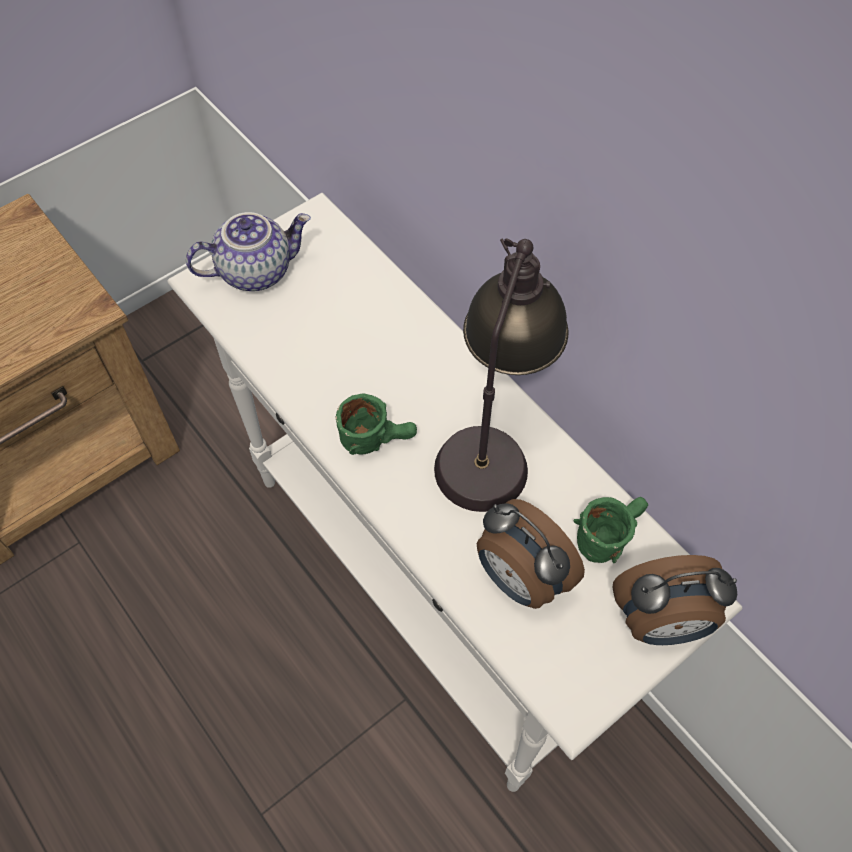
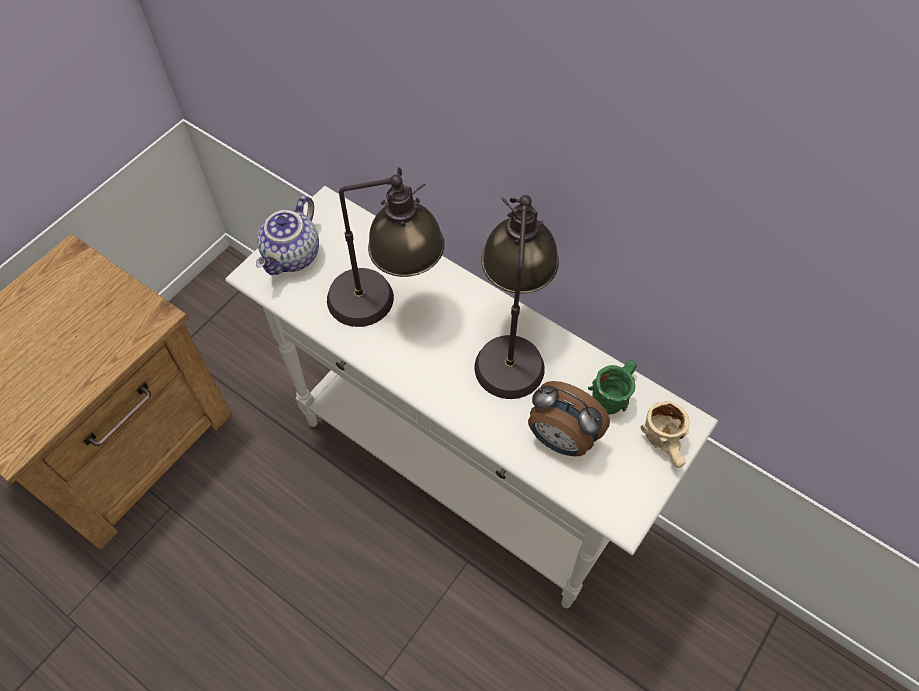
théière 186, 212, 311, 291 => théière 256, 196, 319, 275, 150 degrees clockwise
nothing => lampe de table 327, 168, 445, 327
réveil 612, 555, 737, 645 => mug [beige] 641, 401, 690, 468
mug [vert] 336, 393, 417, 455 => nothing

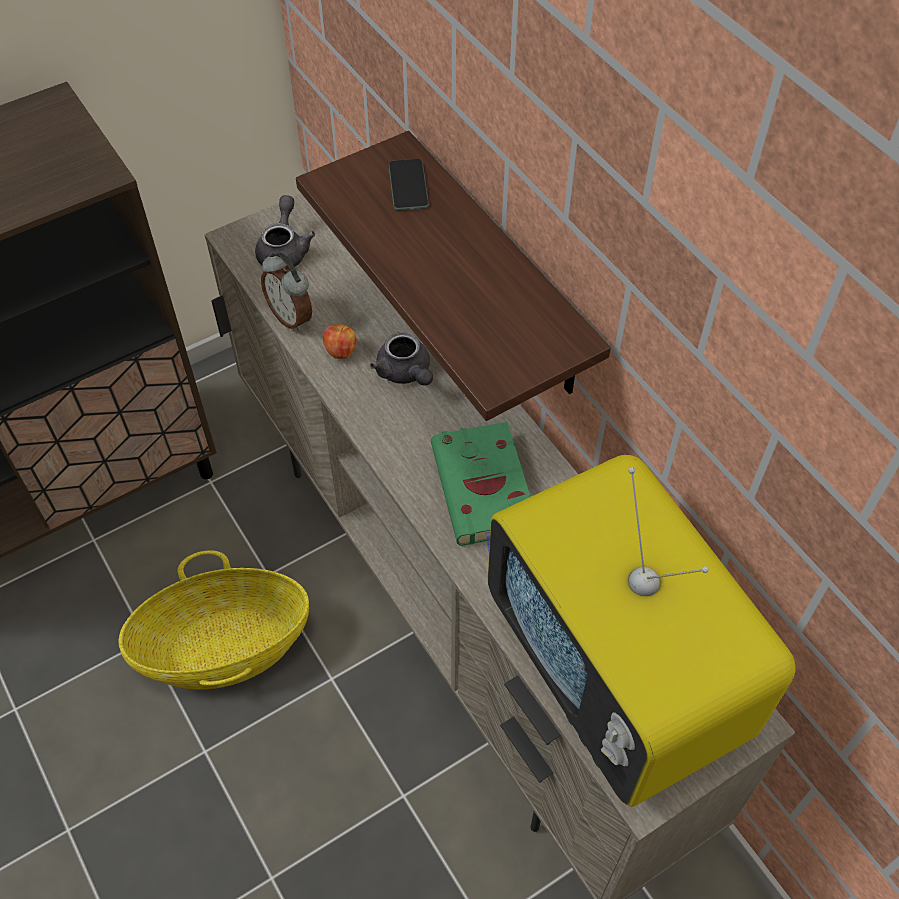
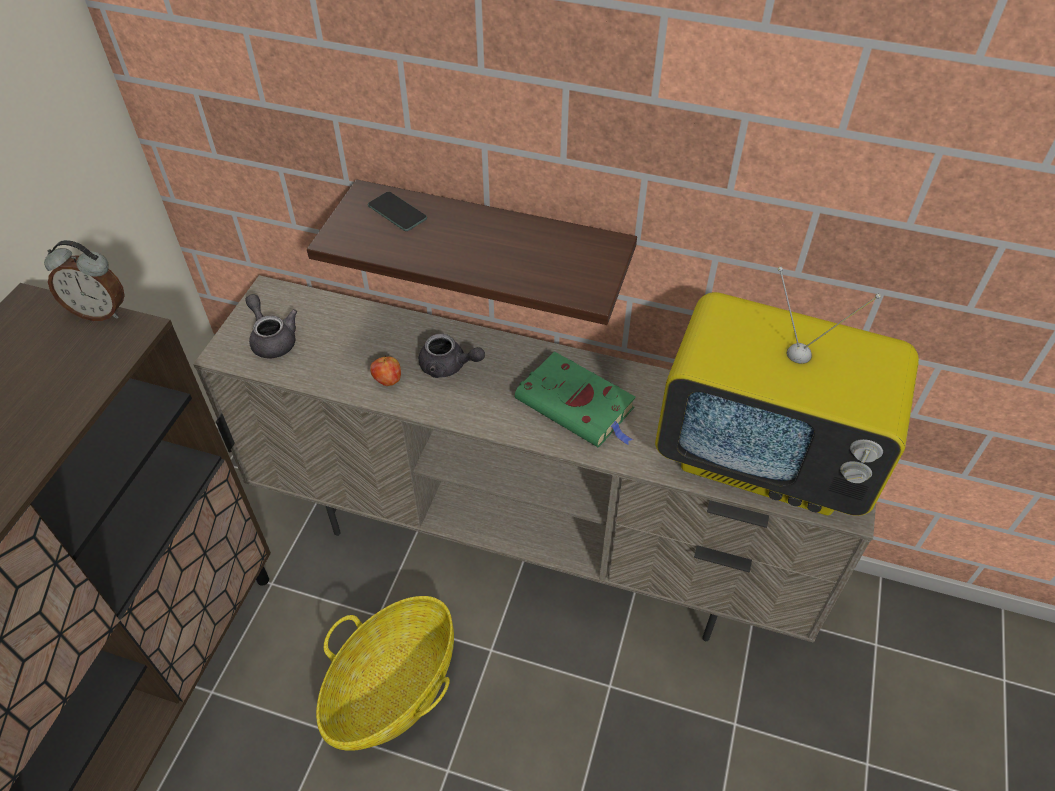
réveil 261, 252, 312, 331 => réveil 44, 240, 125, 321, shifted

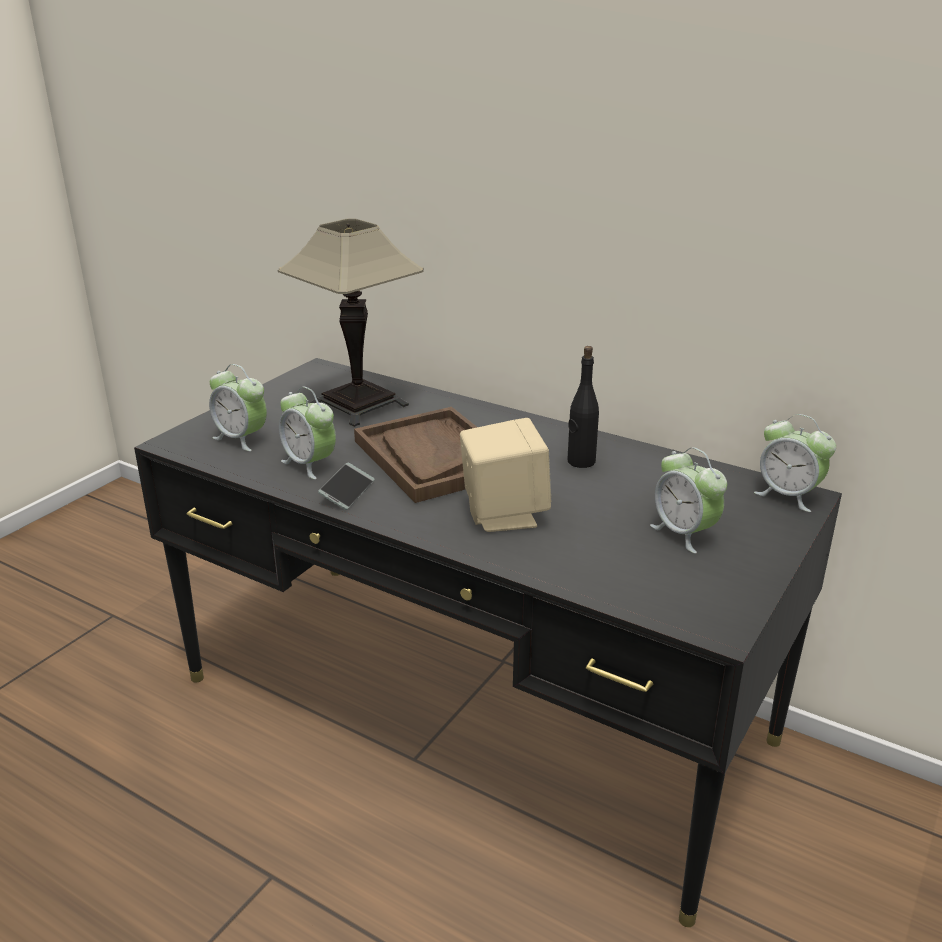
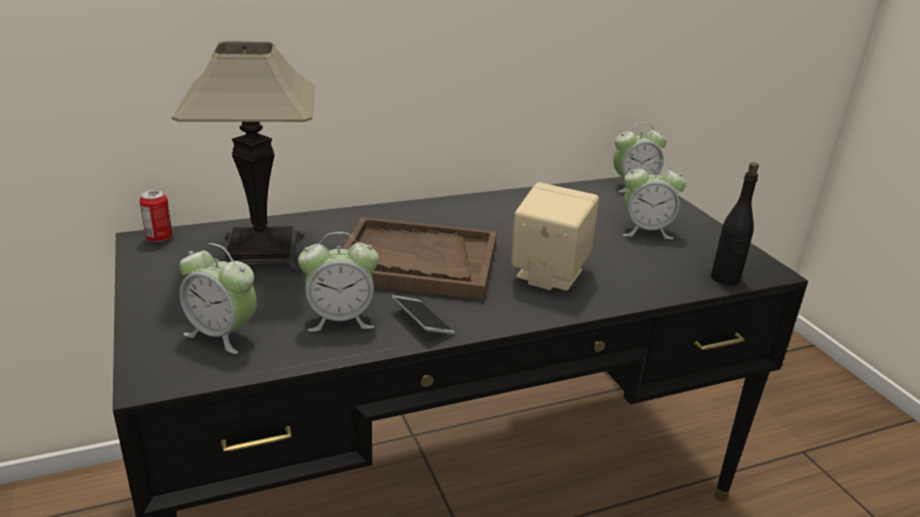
nothing => boîte métallique 139, 190, 173, 242
réveil 209, 364, 267, 451 => réveil 179, 243, 257, 354, 45 degrees clockwise
bouteille [noir] 567, 346, 599, 468 => bouteille [noir] 711, 162, 759, 285, shifted

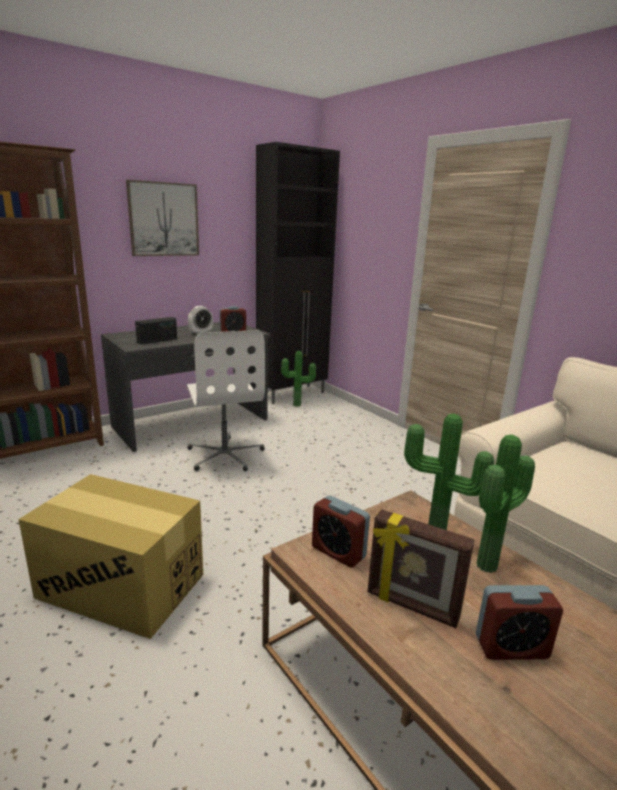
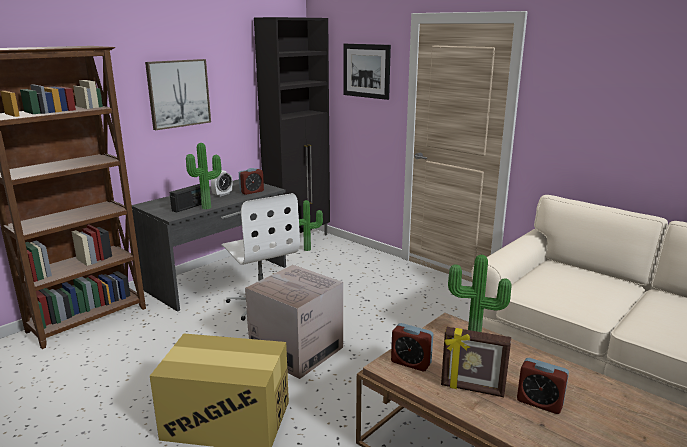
plante en pot 476, 435, 535, 573 => plante en pot 186, 143, 222, 209, shifted
nothing => carton 245, 265, 343, 379
nothing => tableau 343, 44, 391, 100
réveil 476, 585, 563, 660 => réveil 517, 358, 569, 414, 45 degrees clockwise

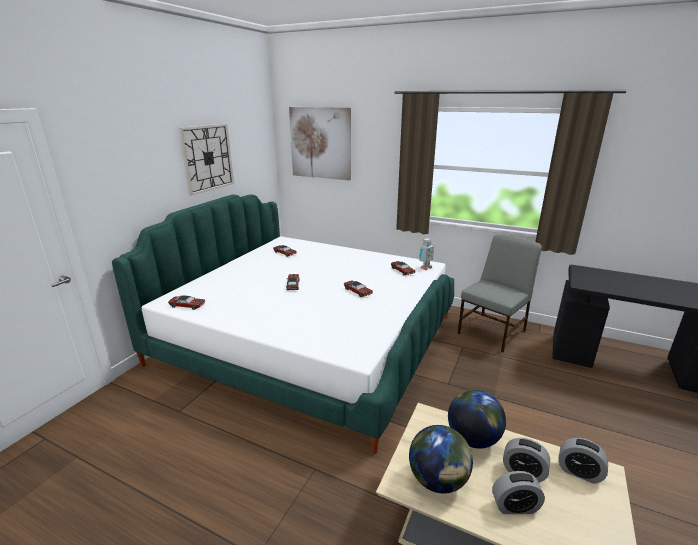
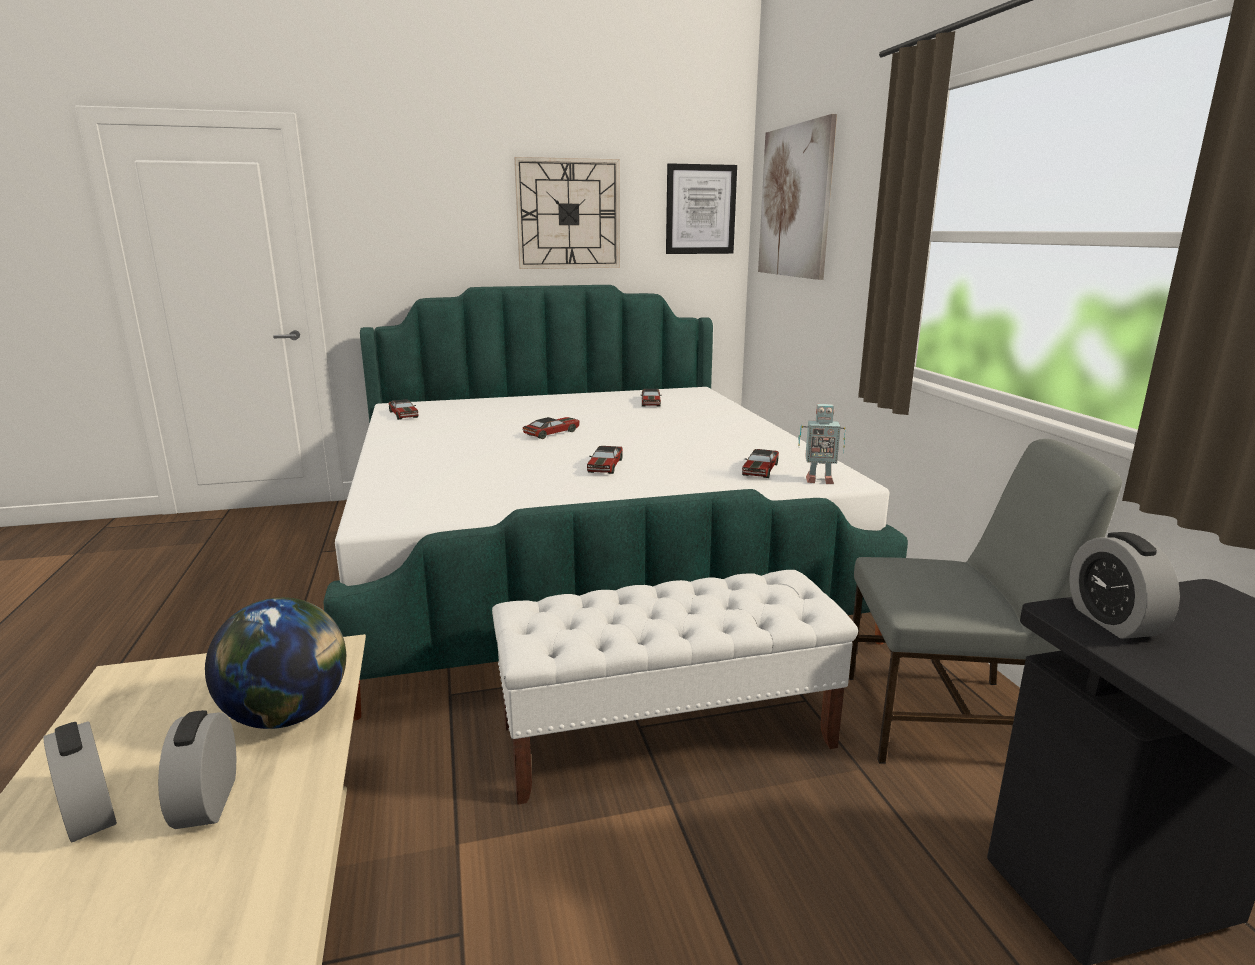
nothing => banc [blanc] 492, 570, 858, 804
nothing => tableau 666, 163, 737, 254
réveil 558, 438, 608, 484 => réveil 1069, 532, 1180, 639, shifted
globe 409, 425, 473, 494 => nothing

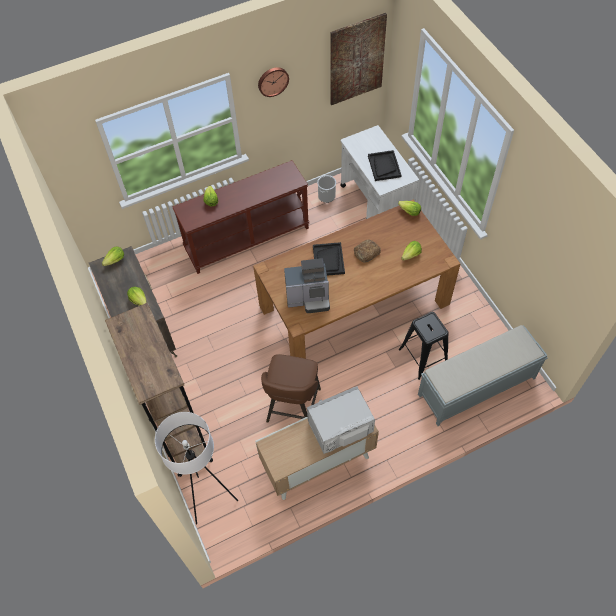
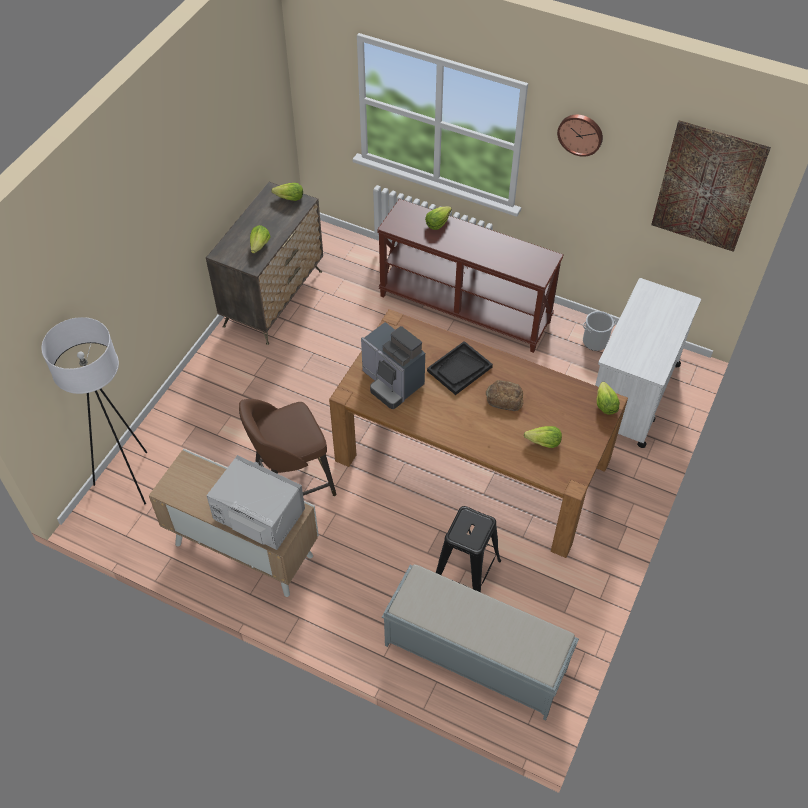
bibliothèque [marron] 105, 303, 213, 477 => nothing
plateau [noir] 368, 150, 401, 181 => nothing

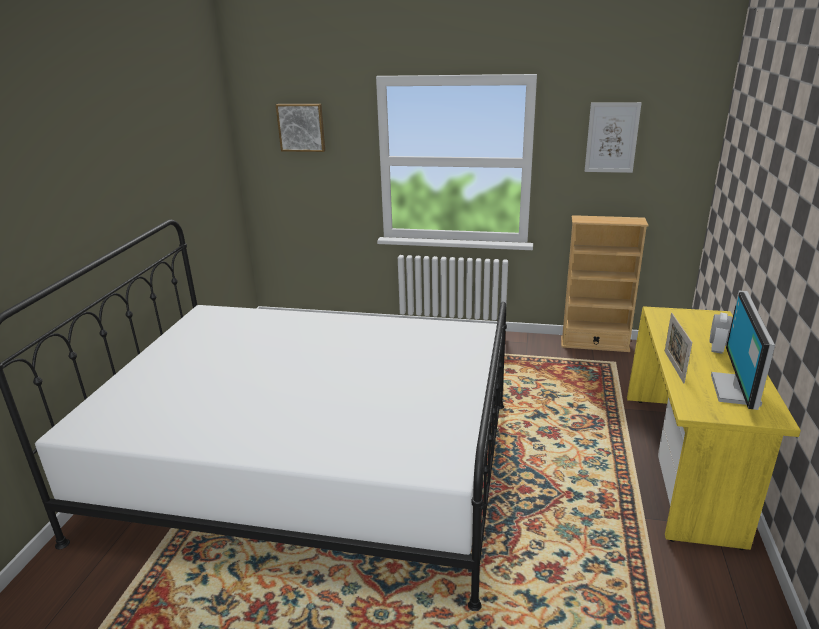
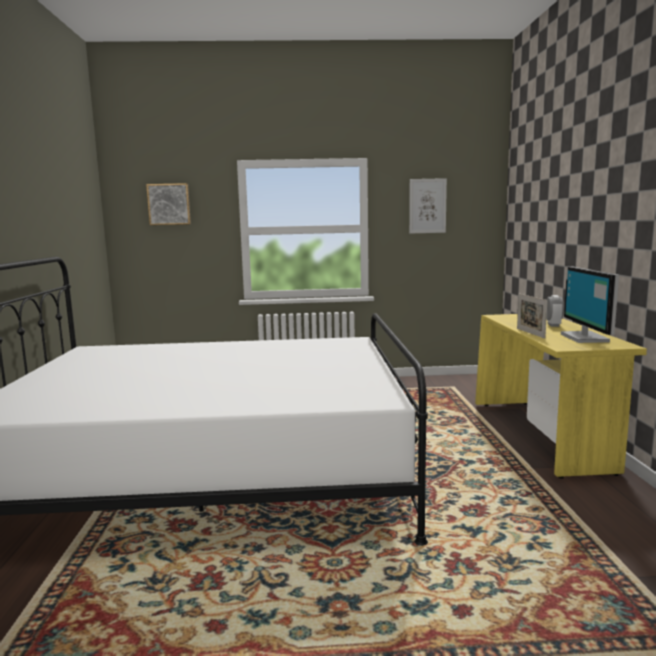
bibliothèque [beige] 561, 215, 648, 352 => nothing

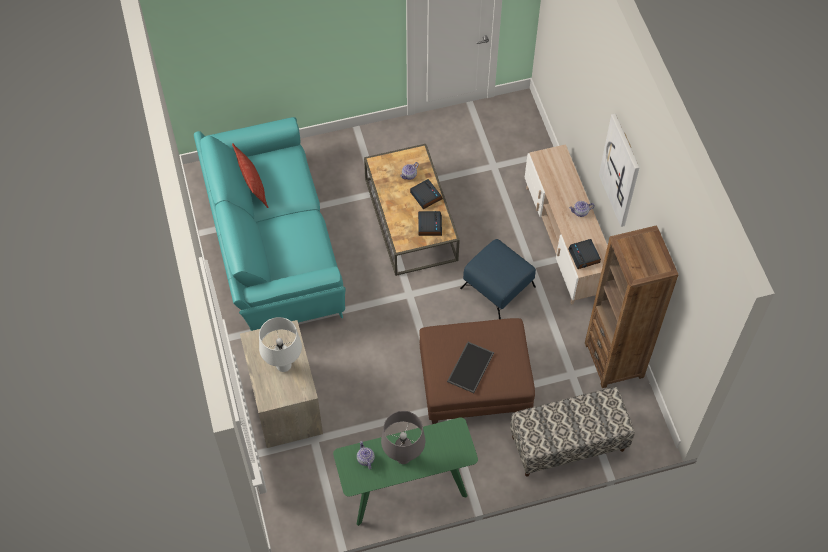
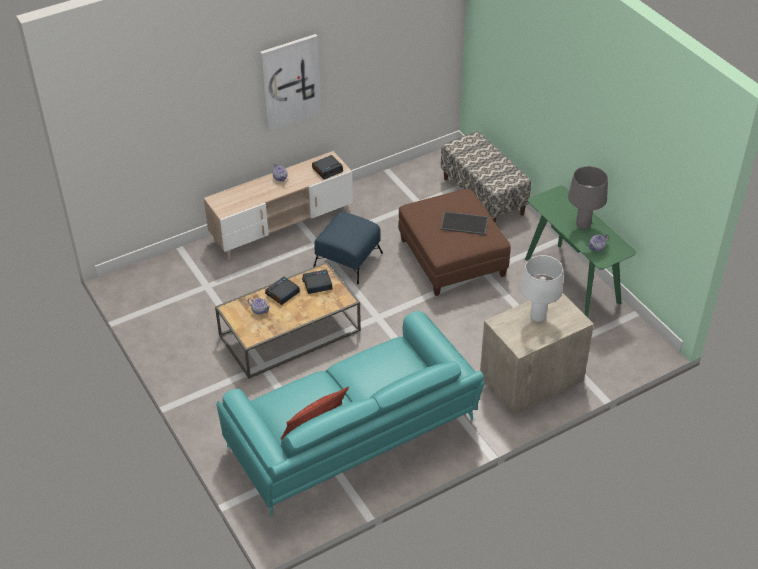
bibliothèque [marron] 585, 225, 679, 388 => nothing

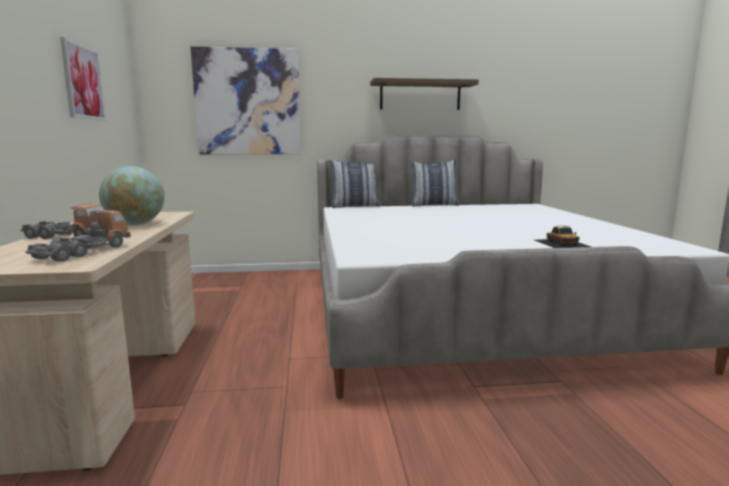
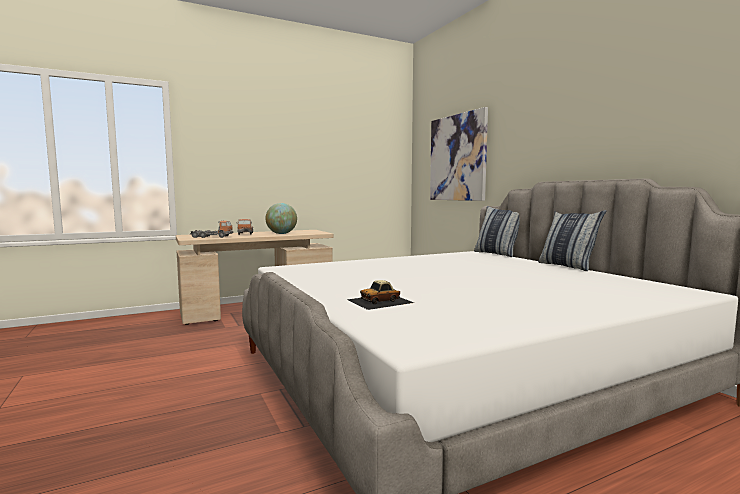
tableau 60, 37, 106, 121 => nothing
étagère 370, 78, 479, 110 => nothing

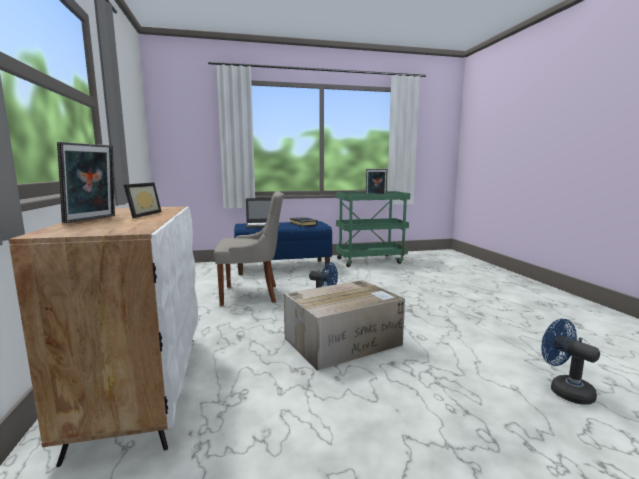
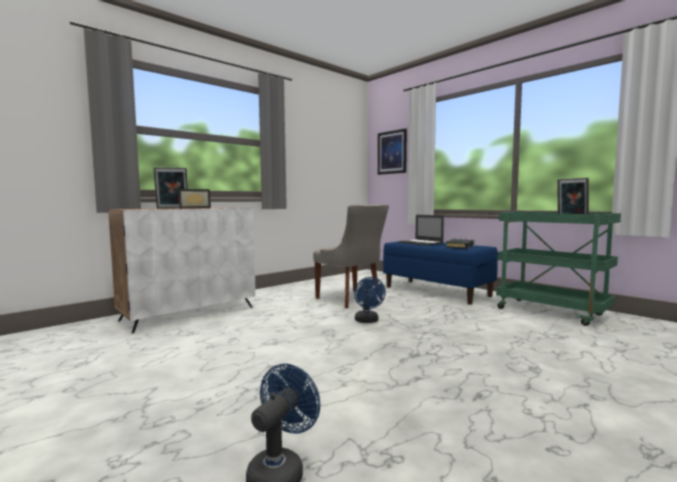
nothing => tableau 378, 129, 407, 175
carton 284, 280, 405, 370 => nothing

